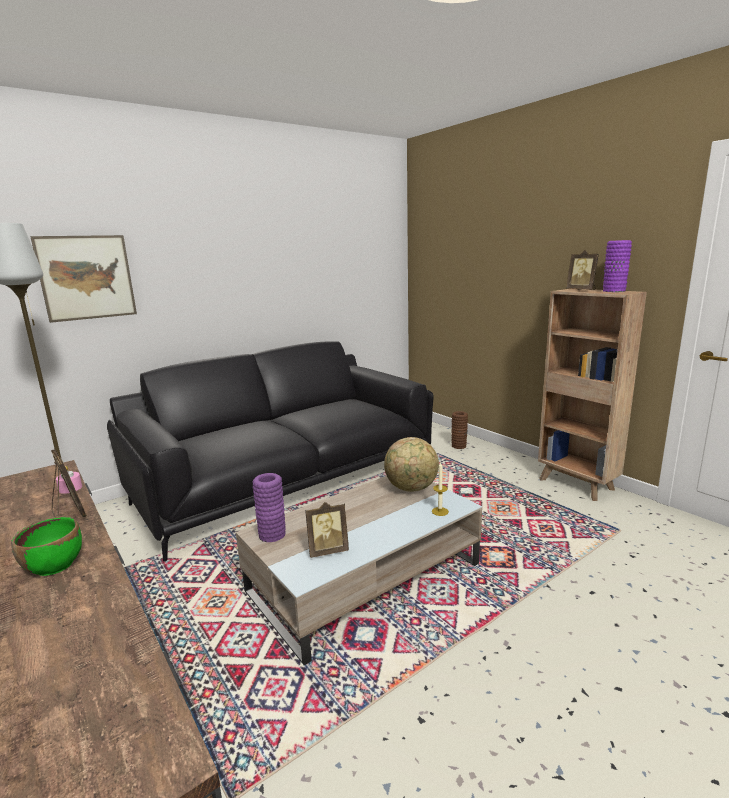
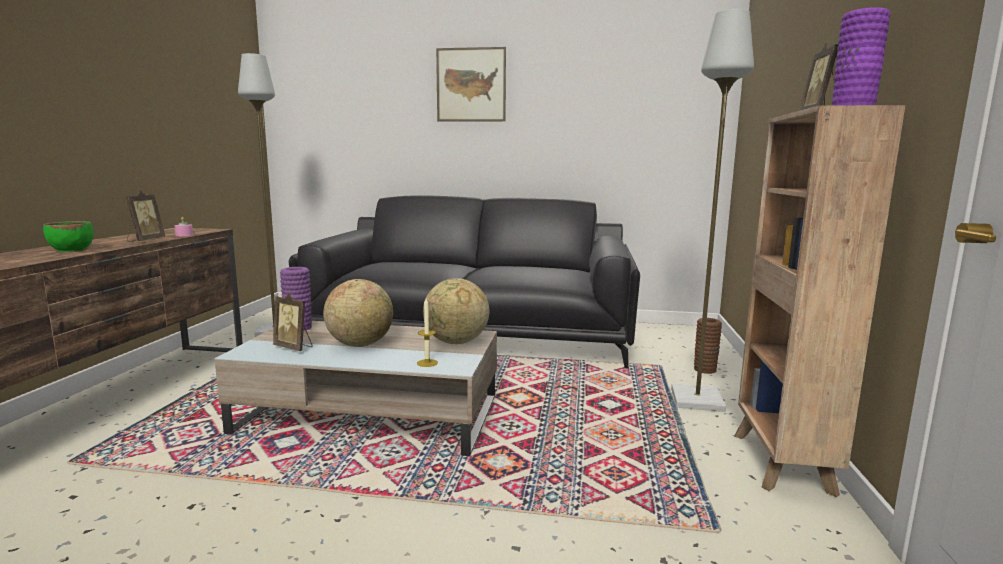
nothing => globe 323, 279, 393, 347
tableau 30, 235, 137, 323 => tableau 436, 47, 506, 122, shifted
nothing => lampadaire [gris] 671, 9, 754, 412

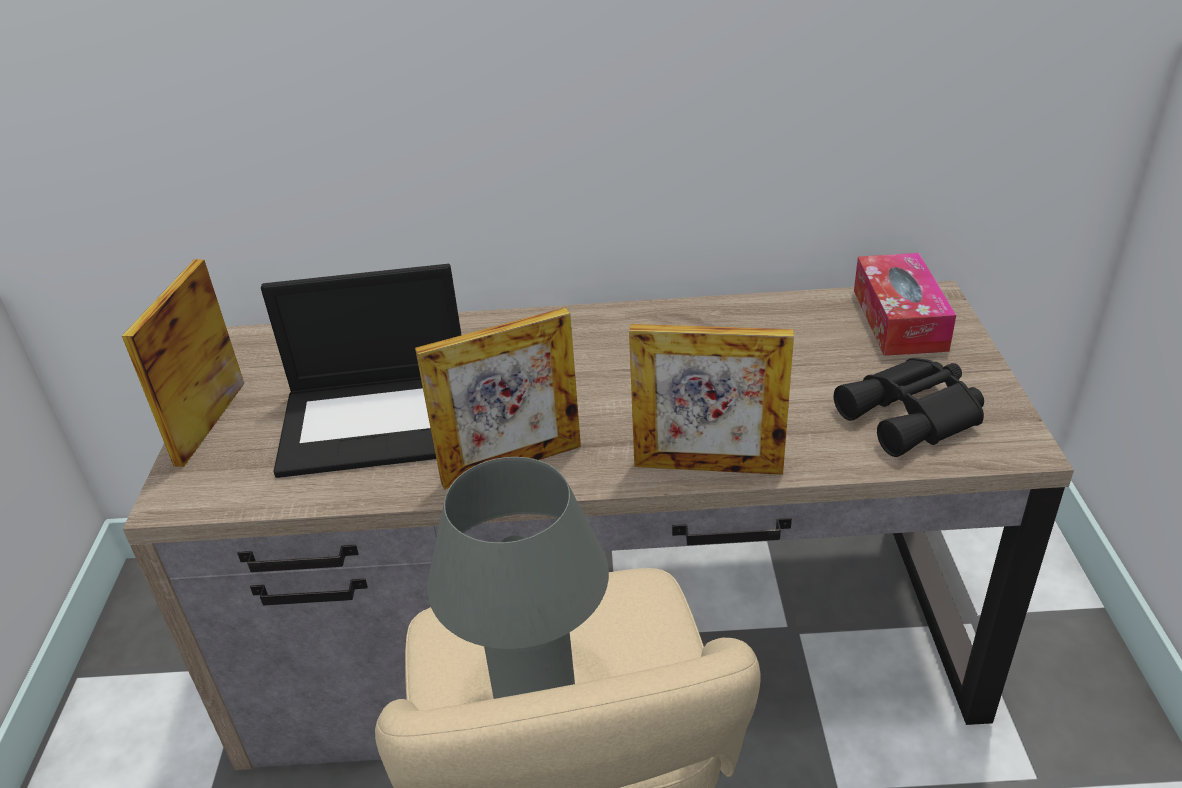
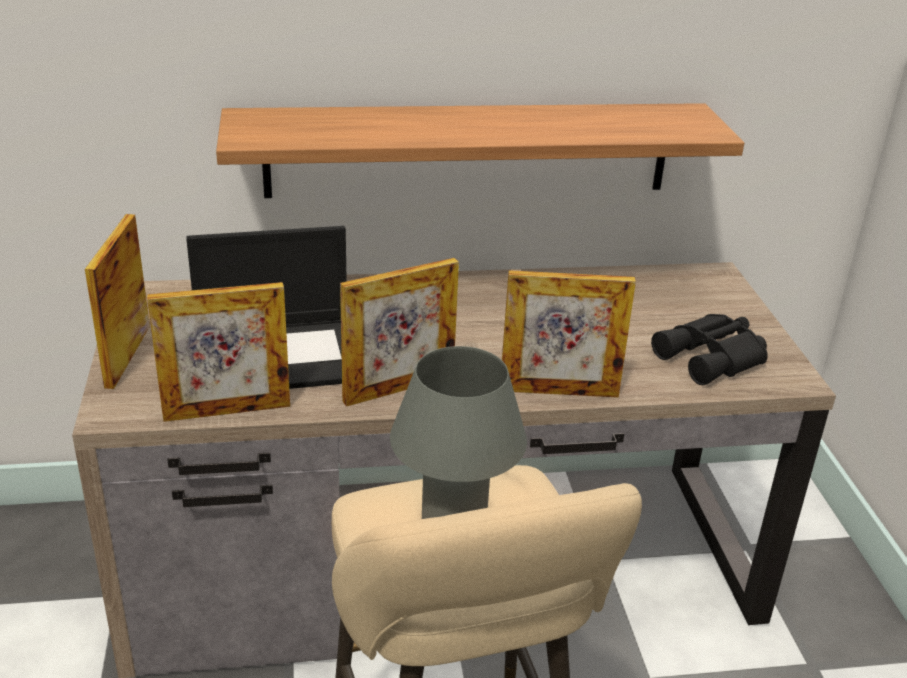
nothing => cadre photo 147, 282, 290, 422
nothing => étagère 216, 103, 744, 198
boîte à mouchoirs 854, 253, 956, 356 => nothing

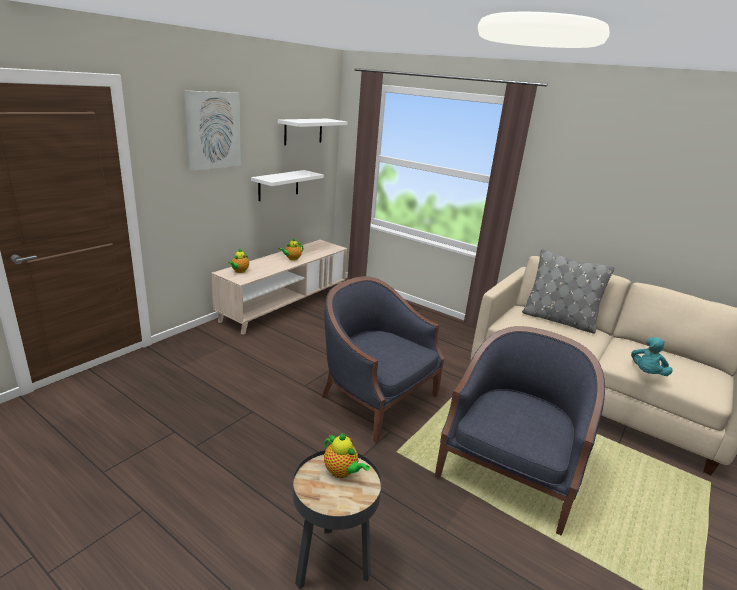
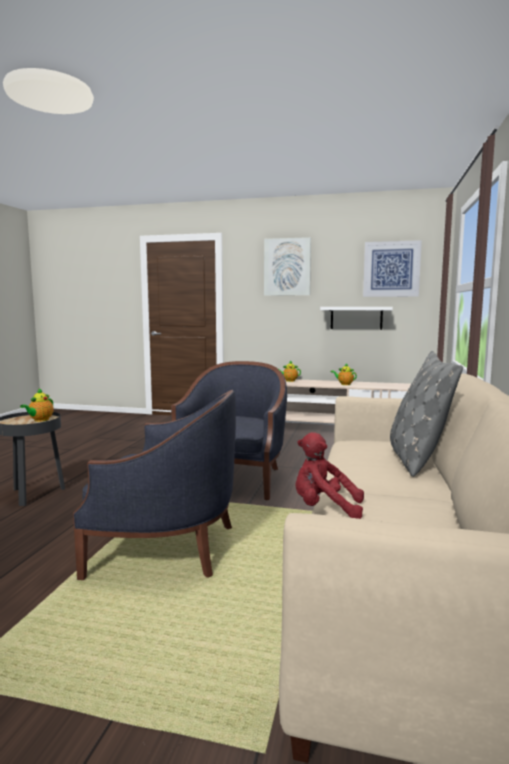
peluche [turquoise] 631, 337, 673, 376 => peluche [rouge] 295, 432, 364, 519
étagère [blanc] 278, 119, 348, 145 => tableau 363, 240, 422, 297

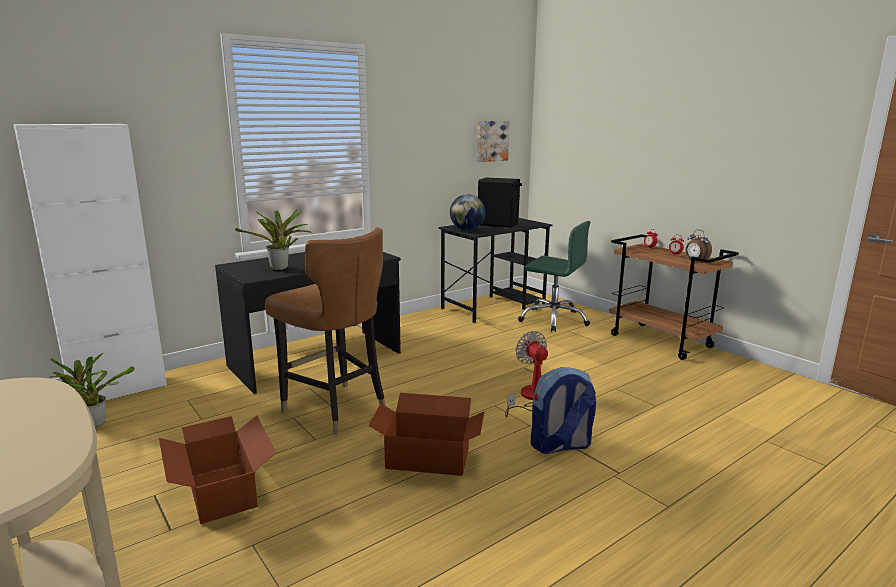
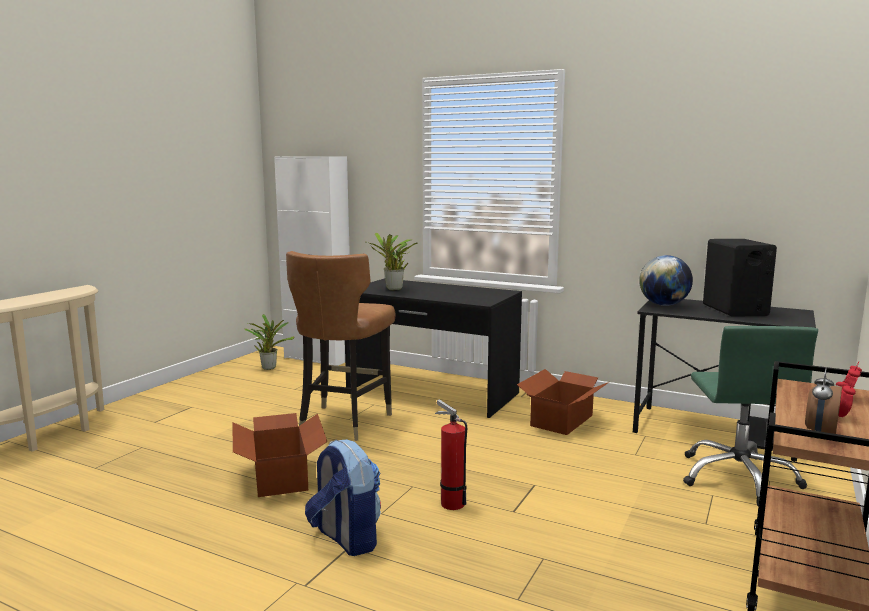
ventilateur 505, 331, 548, 417 => extincteur 435, 400, 467, 510
carton 159, 416, 276, 524 => carton 517, 369, 609, 435, shifted
tableau 477, 121, 510, 162 => nothing

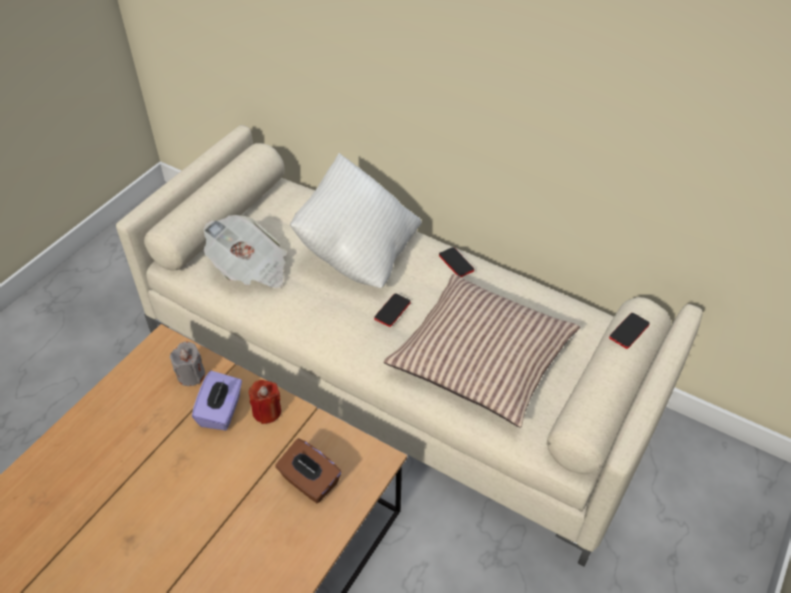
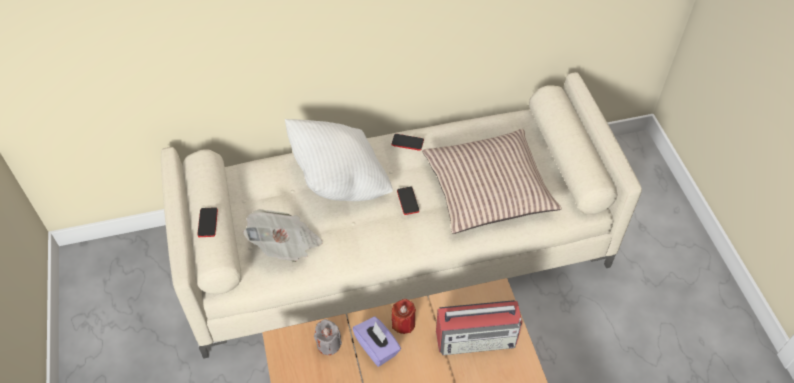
téléphone 609, 313, 650, 349 => téléphone 197, 207, 218, 237, shifted
boîte à mouchoirs [marron] 275, 438, 342, 503 => radio 436, 300, 522, 355

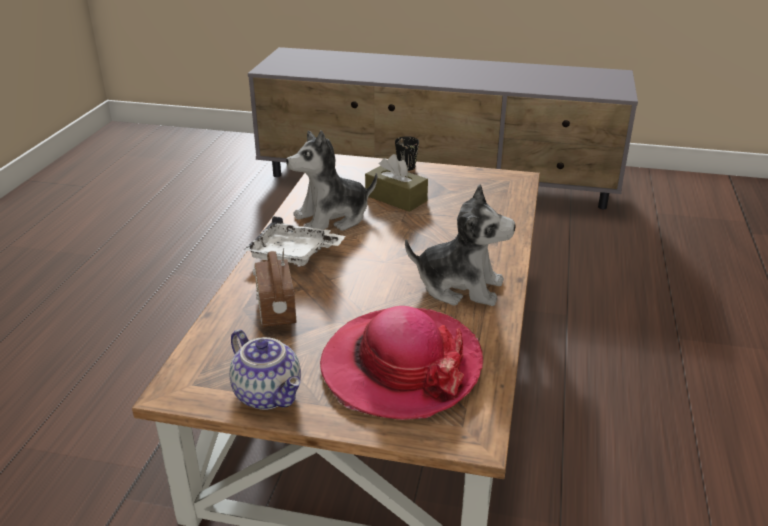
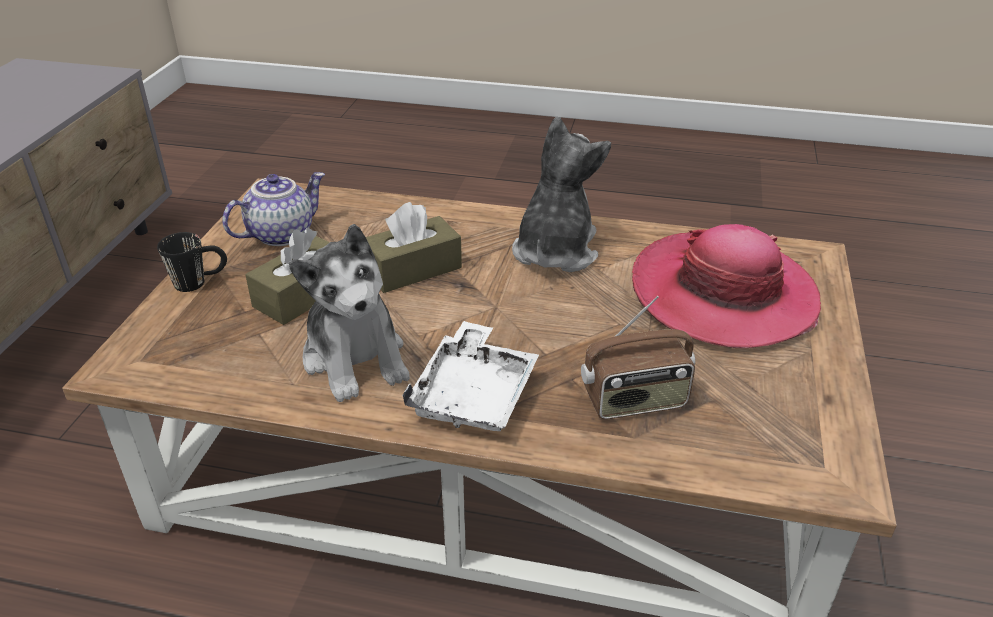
théière 229, 330, 301, 410 => théière 222, 172, 325, 246, shifted
nothing => boîte à mouchoirs [marron] 366, 202, 462, 293

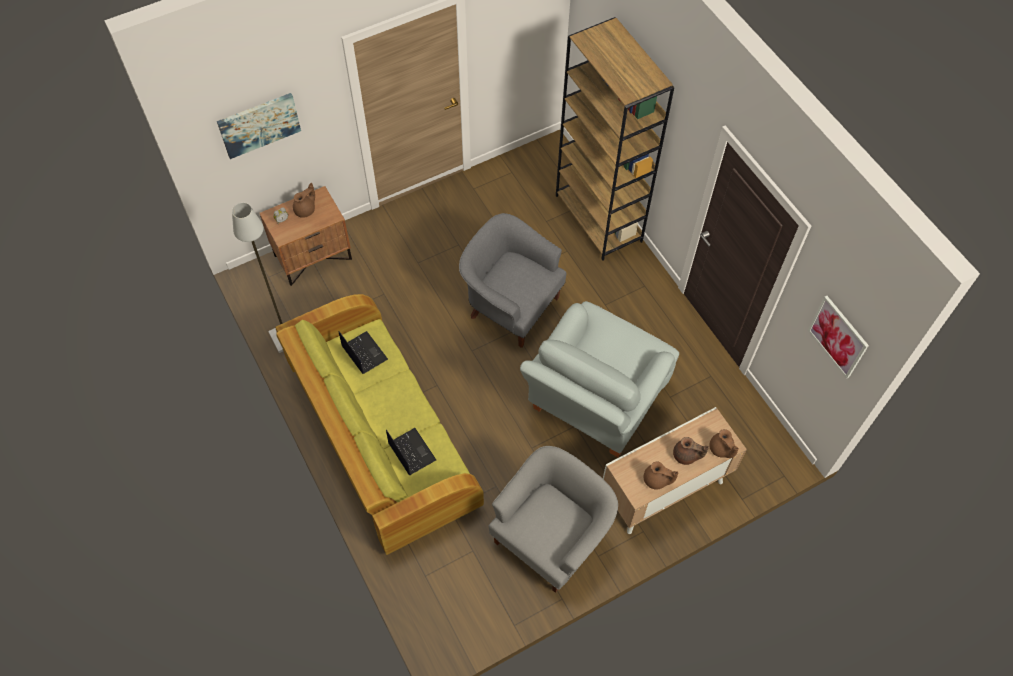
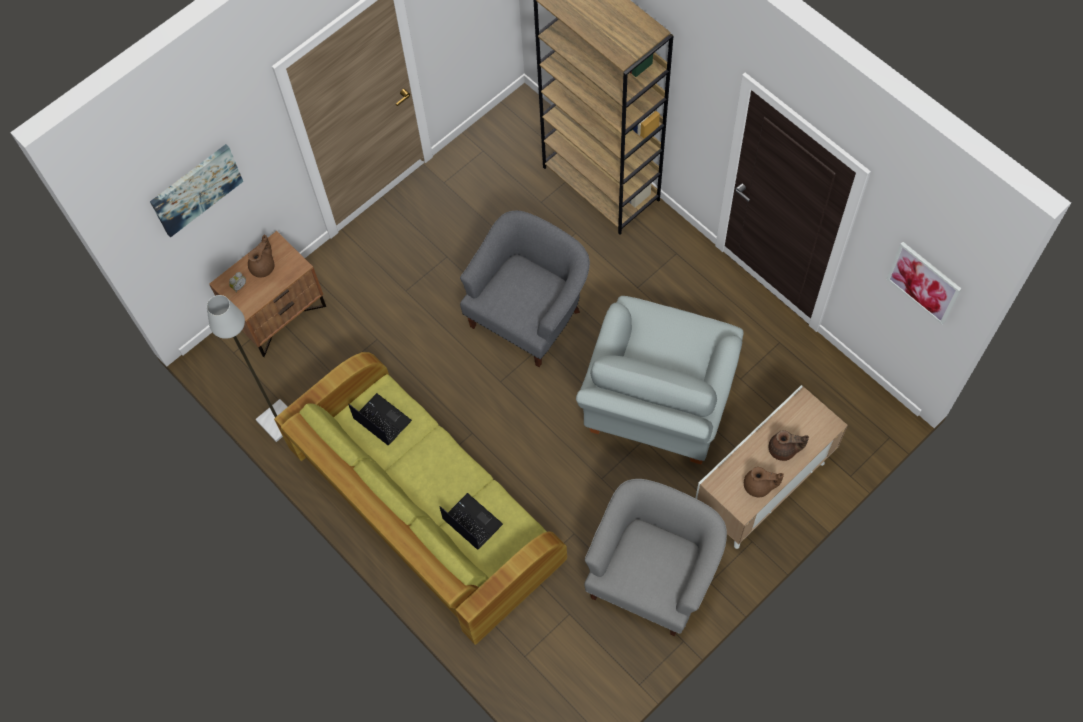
fauteuil [gris] 459, 213, 566, 348 => fauteuil [gris] 460, 211, 590, 367, 105 degrees clockwise
théière [marron] 709, 429, 739, 458 => nothing

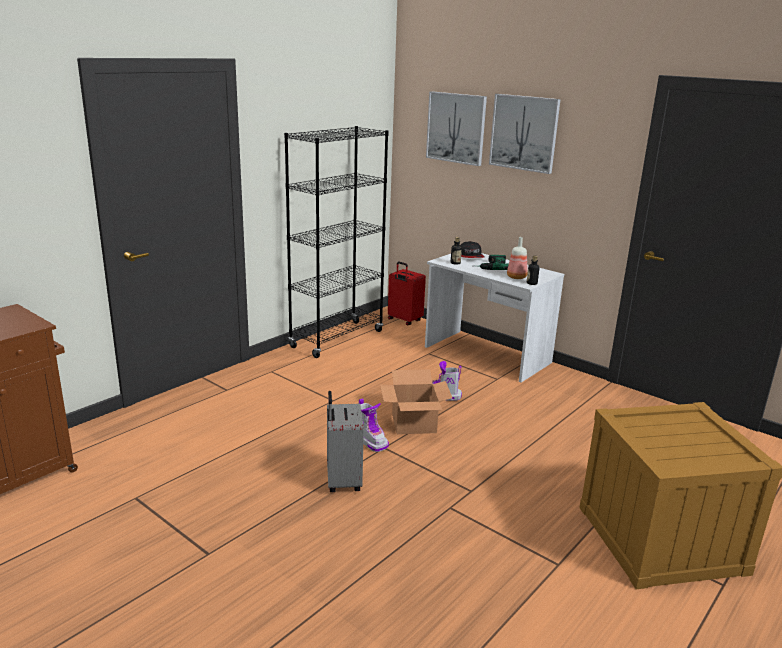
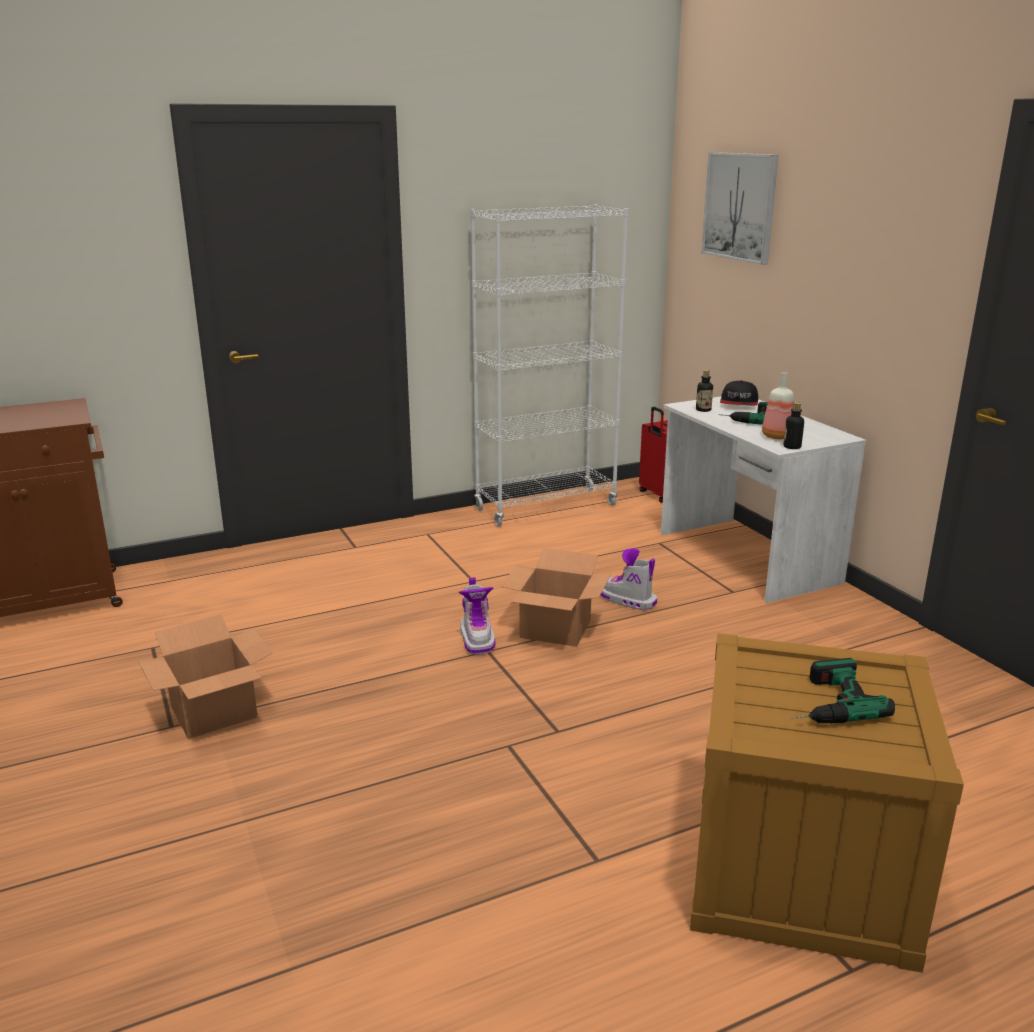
nothing => carton 138, 615, 273, 739
bibliothèque [noir] 284, 126, 388, 358 => bibliothèque [blanc] 470, 204, 629, 527
nothing => perceuse 791, 658, 895, 723
valise [gris] 327, 391, 364, 492 => nothing
tableau 489, 94, 561, 174 => nothing

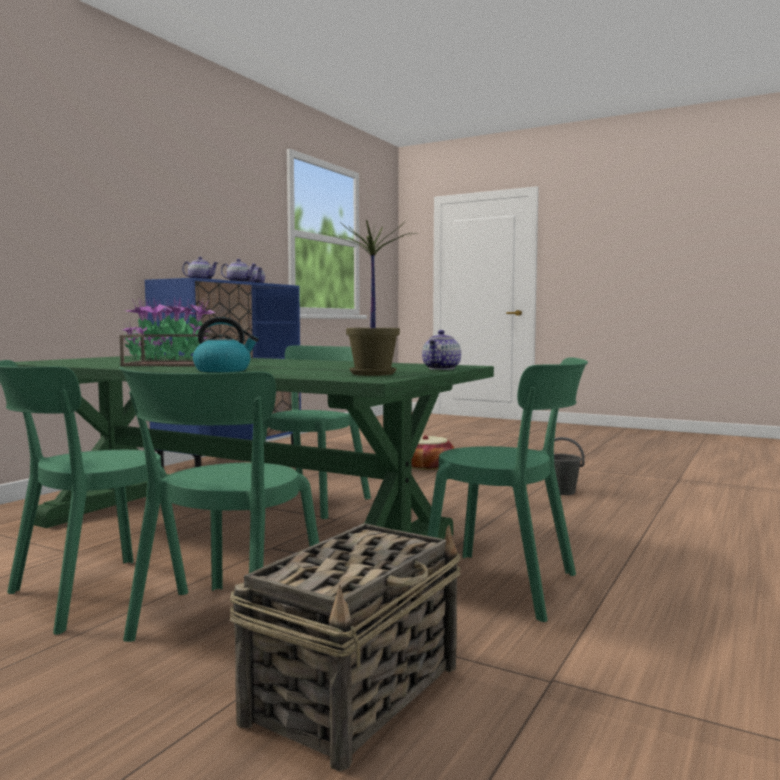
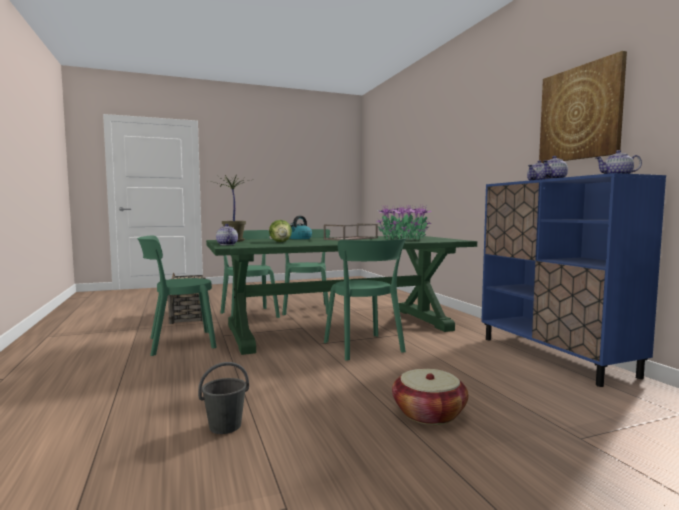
nothing => laitue 269, 220, 292, 242
nothing => tableau 539, 51, 627, 163

